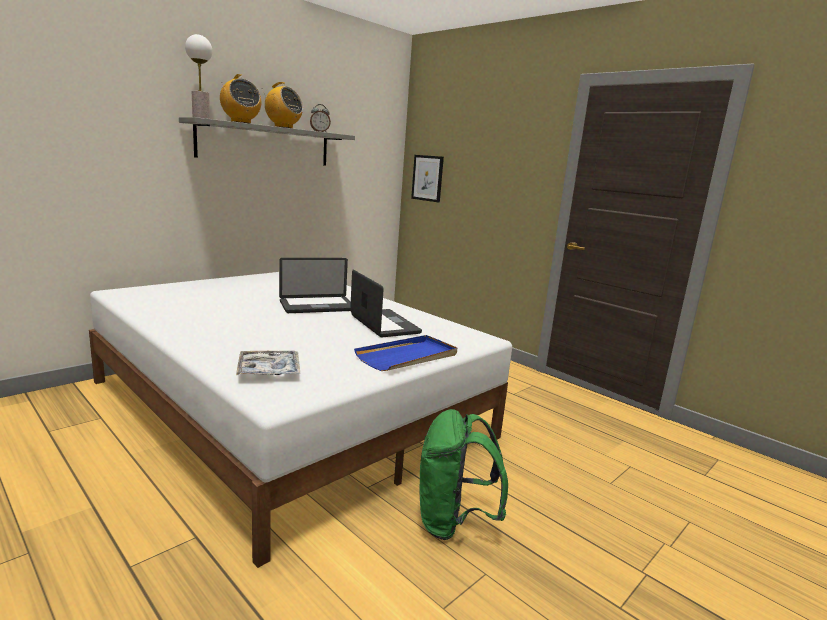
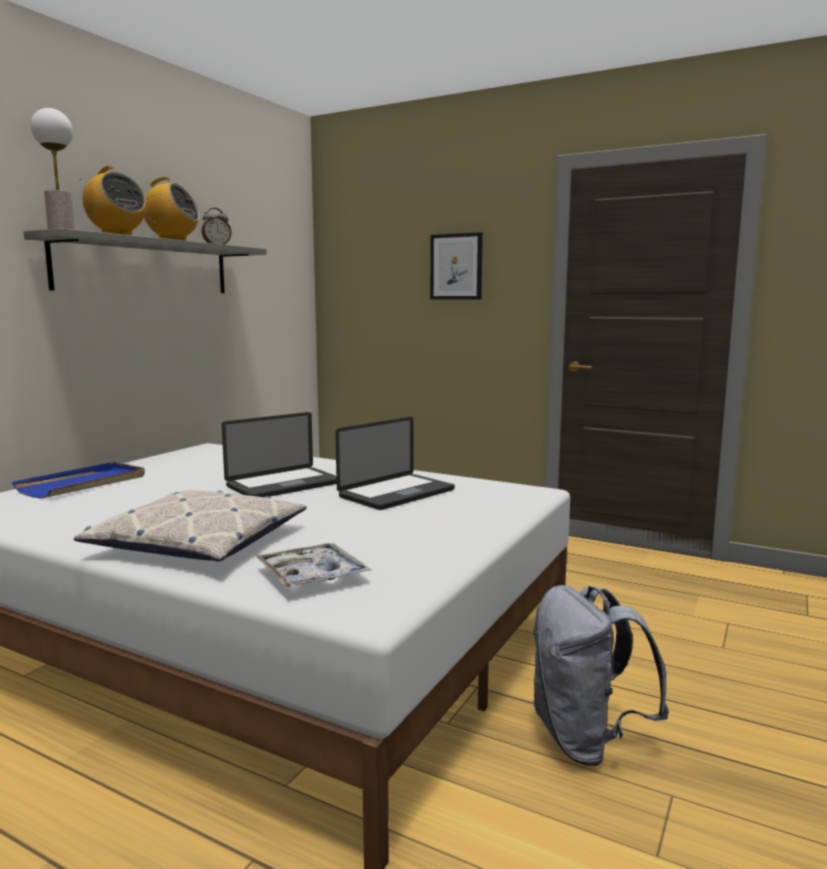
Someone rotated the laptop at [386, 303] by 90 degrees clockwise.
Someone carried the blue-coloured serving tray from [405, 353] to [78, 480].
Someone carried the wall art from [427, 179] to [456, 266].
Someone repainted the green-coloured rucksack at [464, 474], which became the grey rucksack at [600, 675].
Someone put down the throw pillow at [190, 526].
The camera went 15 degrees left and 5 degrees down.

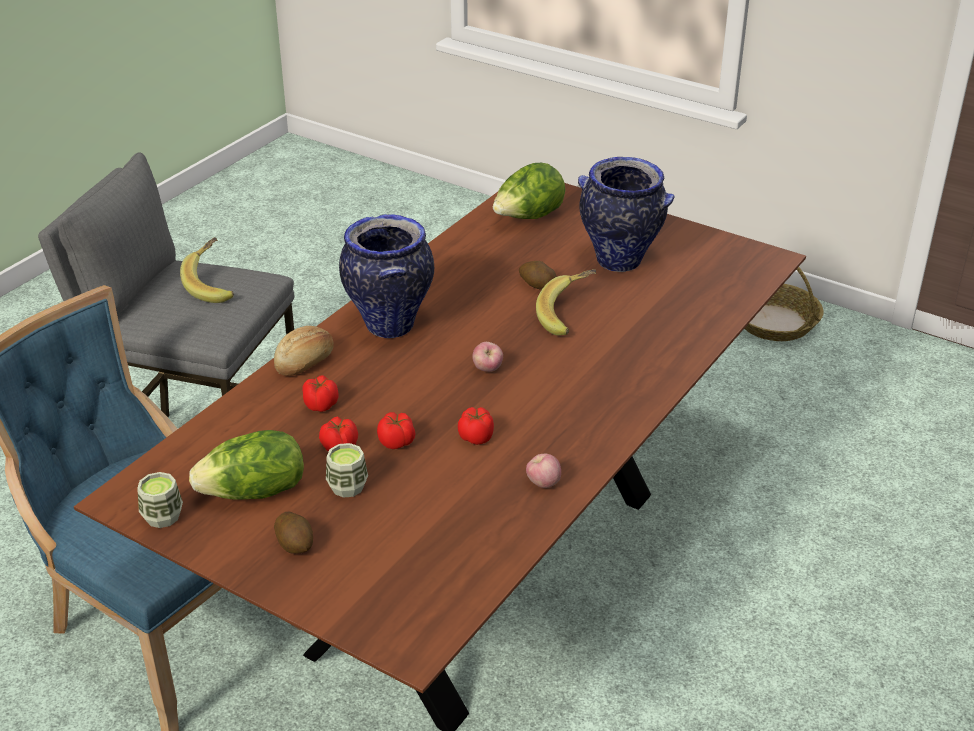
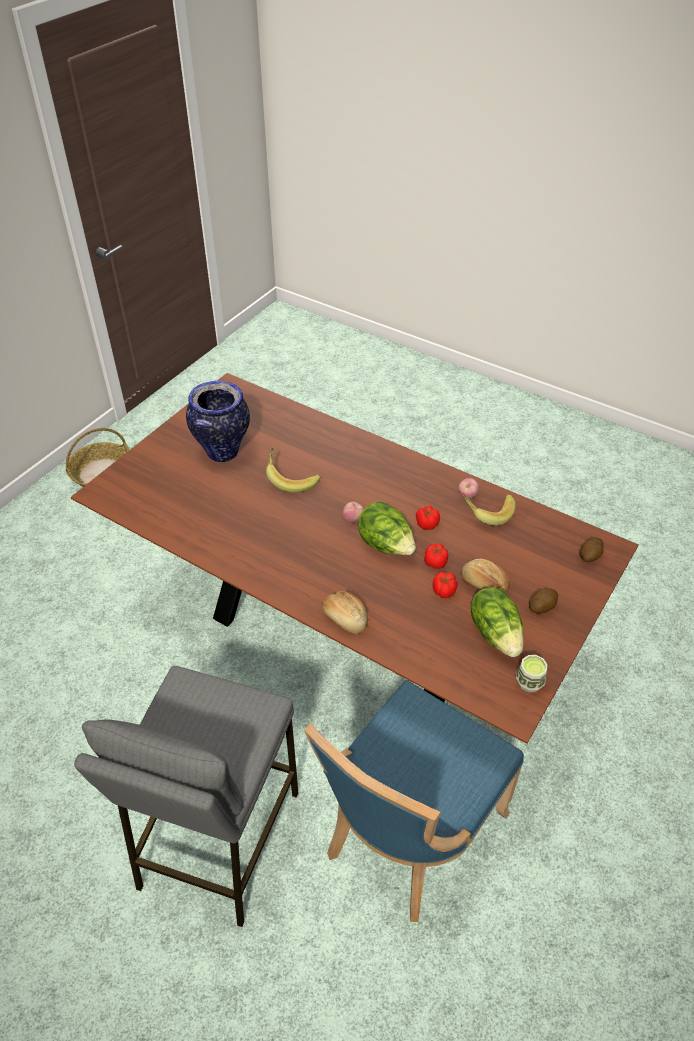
Someone carried the banana fruit from [207, 270] to [489, 510].
Someone took away the fresh tomato at [320, 393].
Someone swapped the cup at [347, 470] for the baked bread at [485, 576].
Someone took away the vase at [386, 276].
Someone carried the lettuce head from [529, 191] to [387, 528].
Someone carried the whole potato from [538, 275] to [591, 549].
The camera went 90 degrees left and 10 degrees up.

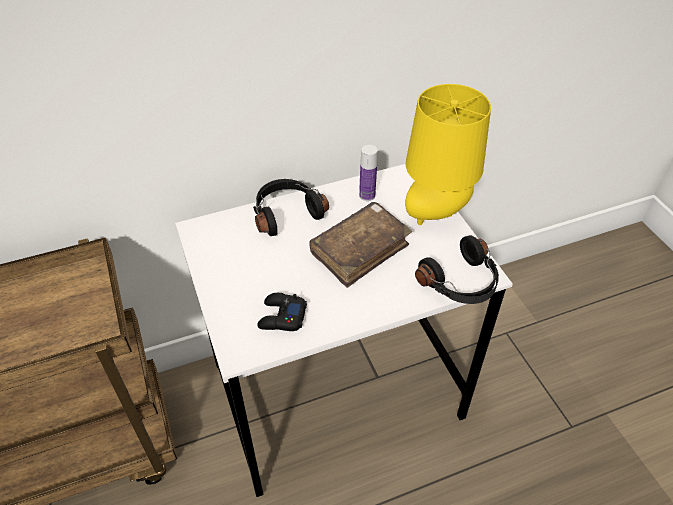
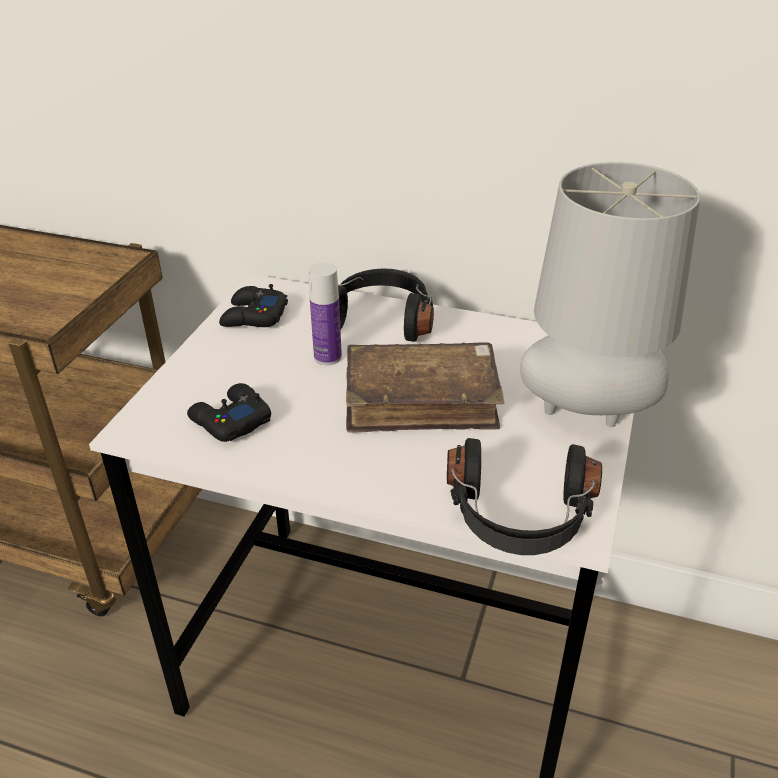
Someone carried the beverage bottle from [368, 173] to [325, 314].
Someone repainted the yellow-coloured table lamp at [448, 154], which became the grey table lamp at [610, 294].
Someone put down the blackish gamepad at [253, 305].
The camera went 40 degrees right and 10 degrees down.

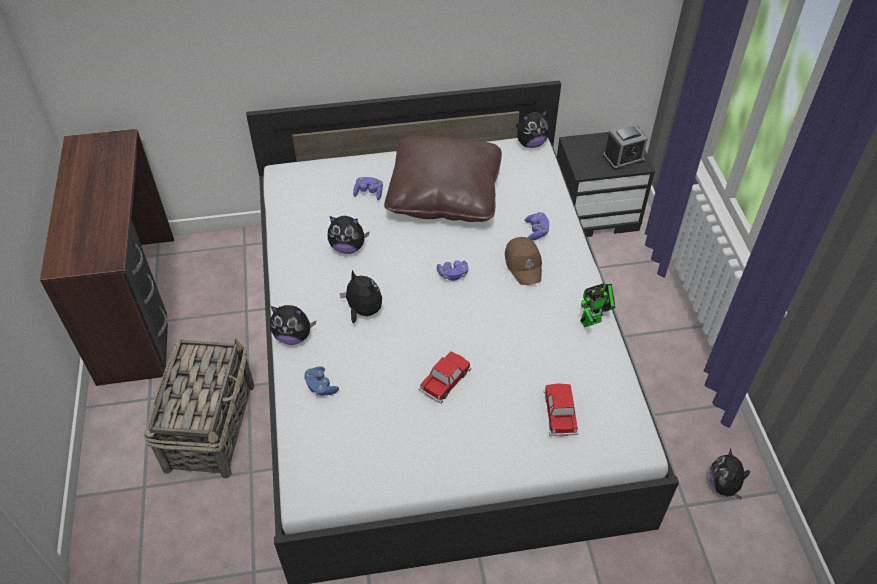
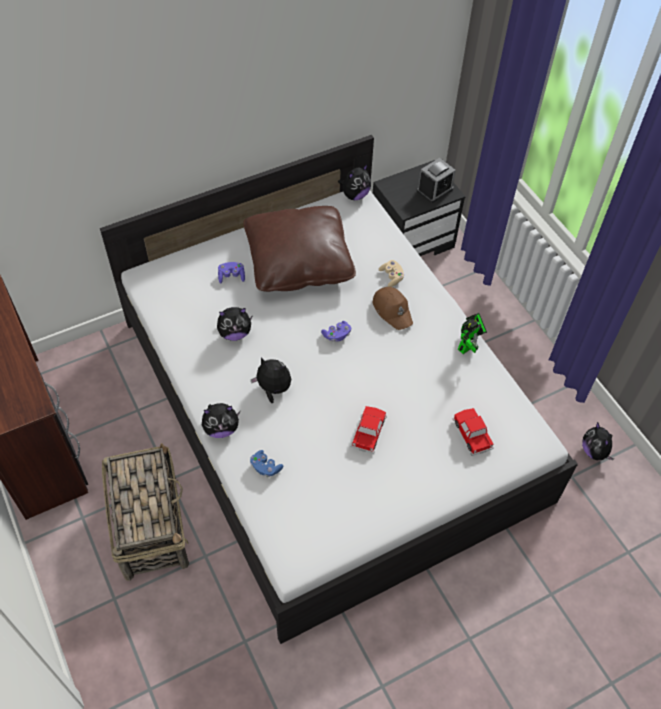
Someone repainted the purple-coloured gamepad at [537, 226], which became the sand-coloured gamepad at [391, 273].
The camera went 20 degrees left and 5 degrees up.

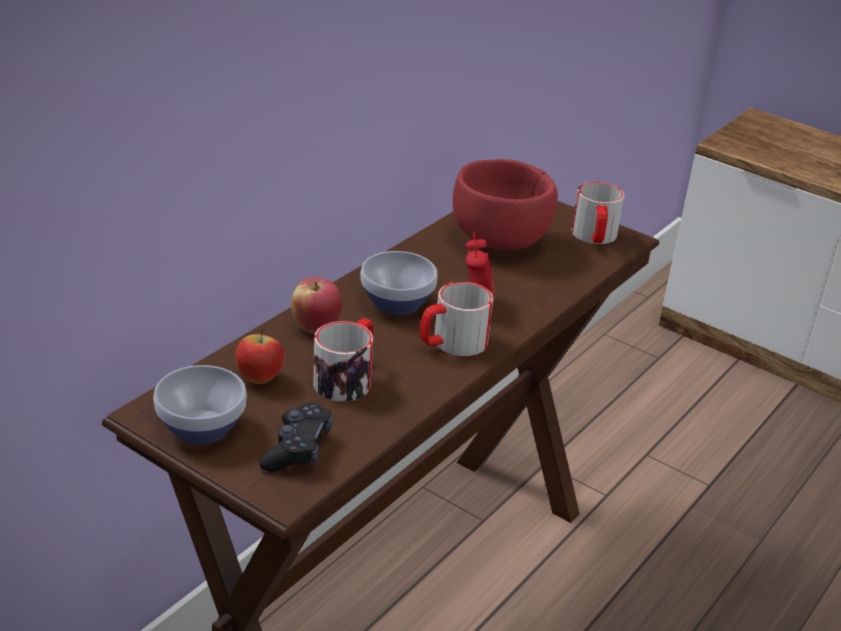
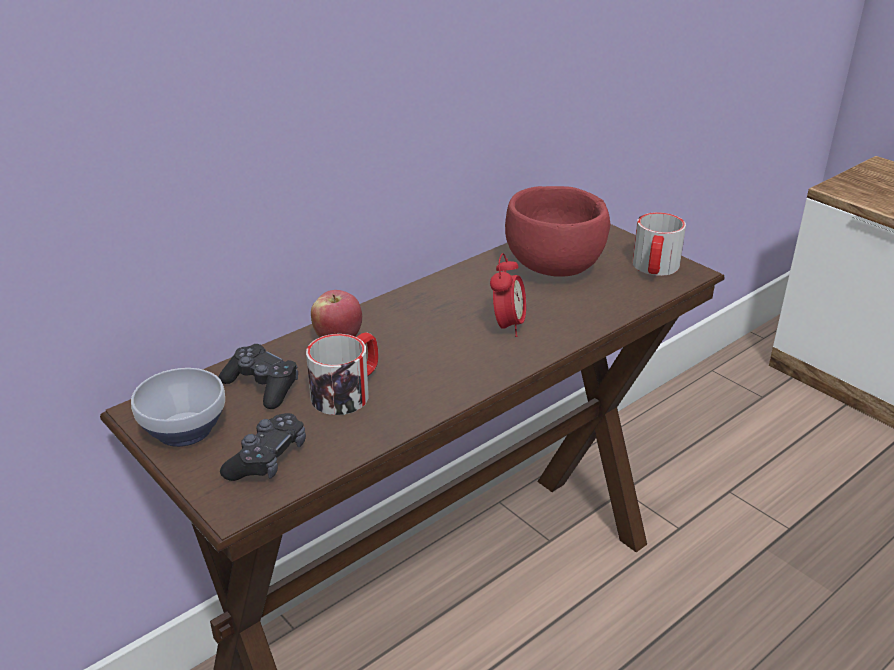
Someone swapped the apple fruit at [260, 356] for the blackish gamepad at [258, 376].
Someone took away the bowl at [398, 283].
Someone took away the coffee mug at [457, 319].
The camera went 15 degrees right and 0 degrees up.

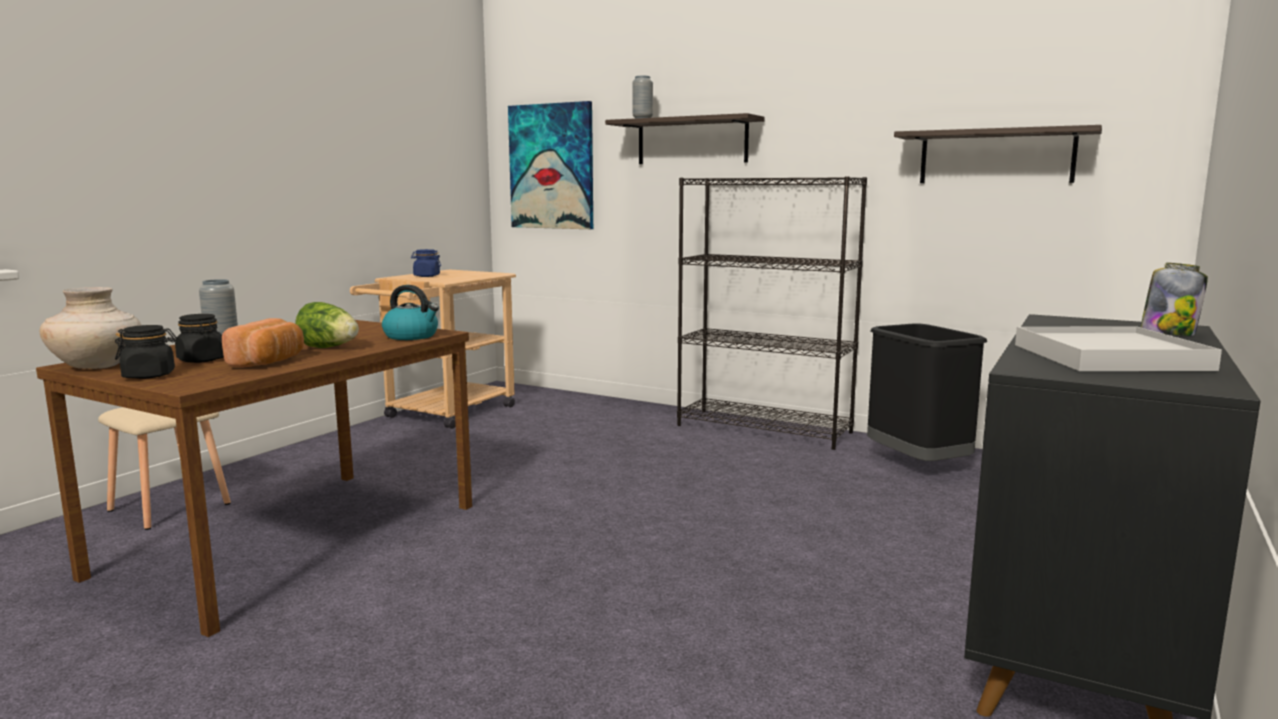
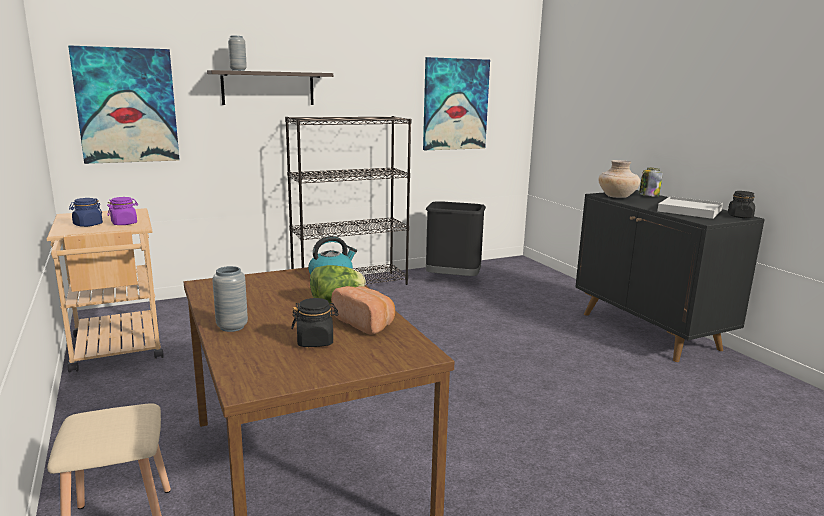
Someone carried the sand-coloured vase from [90, 328] to [619, 179].
Someone carried the blackish preserve jar from [146, 352] to [741, 204].
Someone swapped the bracket shelf at [998, 154] for the wall art at [456, 103].
Someone put down the purple-coloured preserve jar at [122, 211].
The camera went 55 degrees left and 5 degrees up.

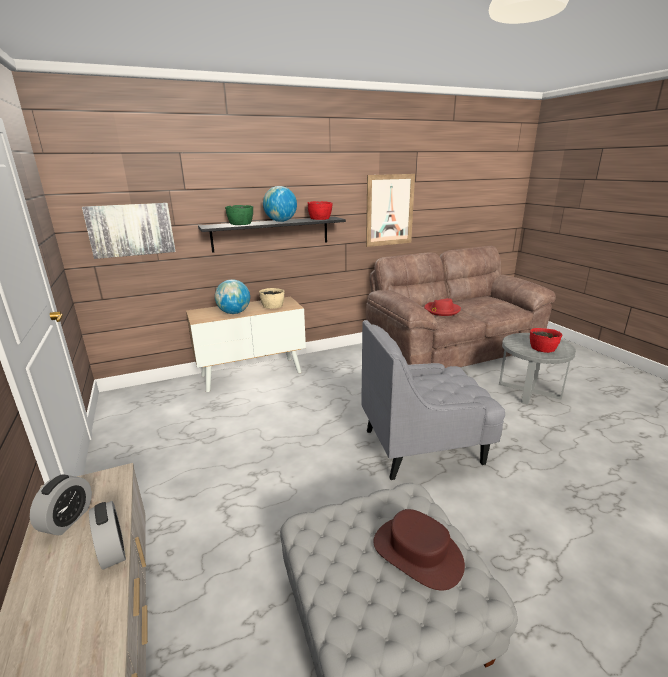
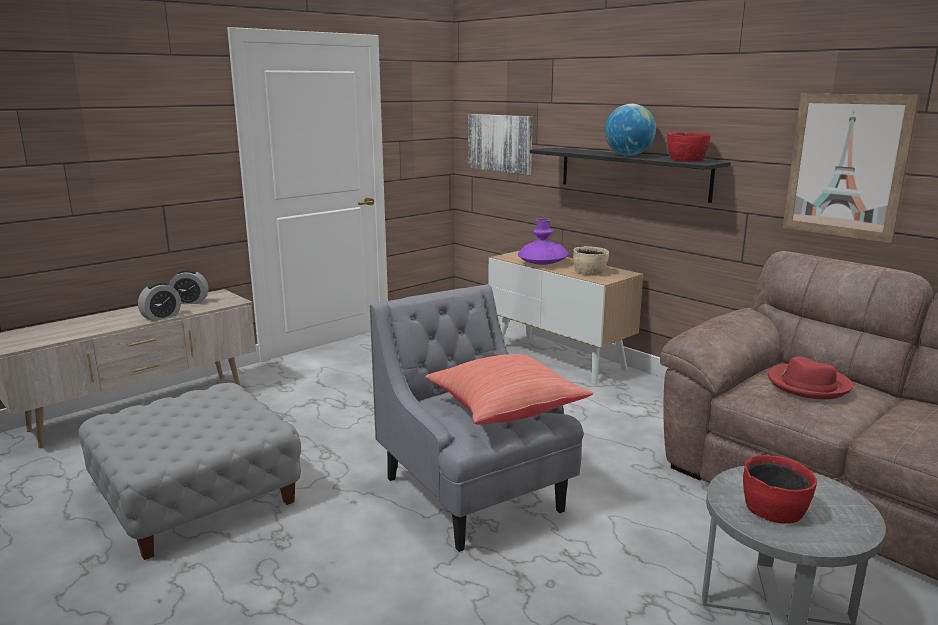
Someone swapped the world globe at [232, 296] for the purple-coloured vase at [543, 241].
Someone took away the green-coloured bowl at [239, 215].
Someone took away the brownish clothing hat at [419, 550].
Someone put down the red throw pillow at [509, 389].
The camera went 70 degrees right and 5 degrees down.

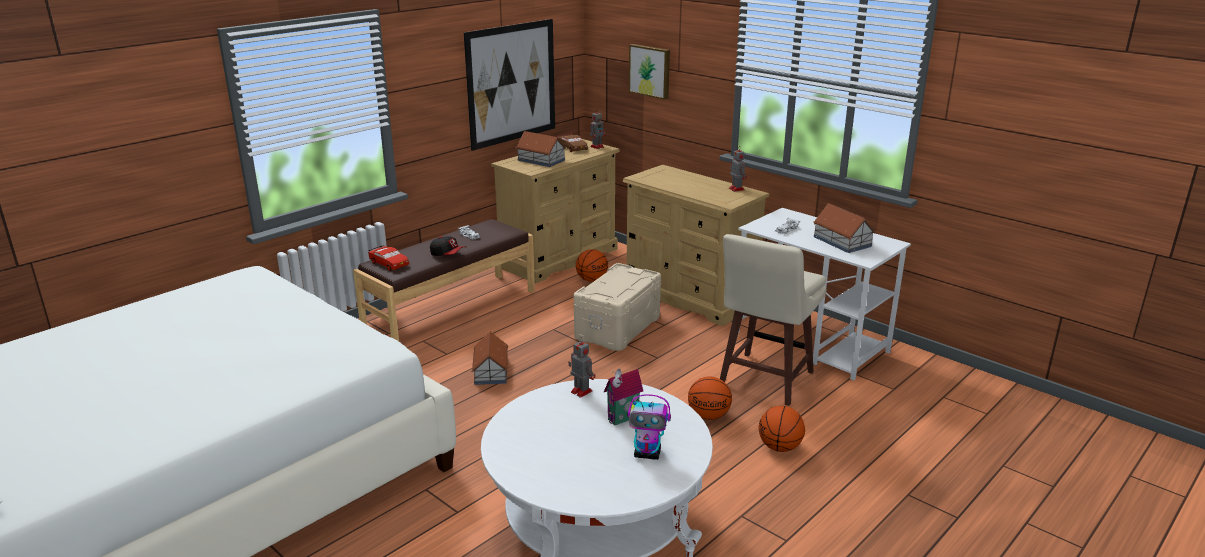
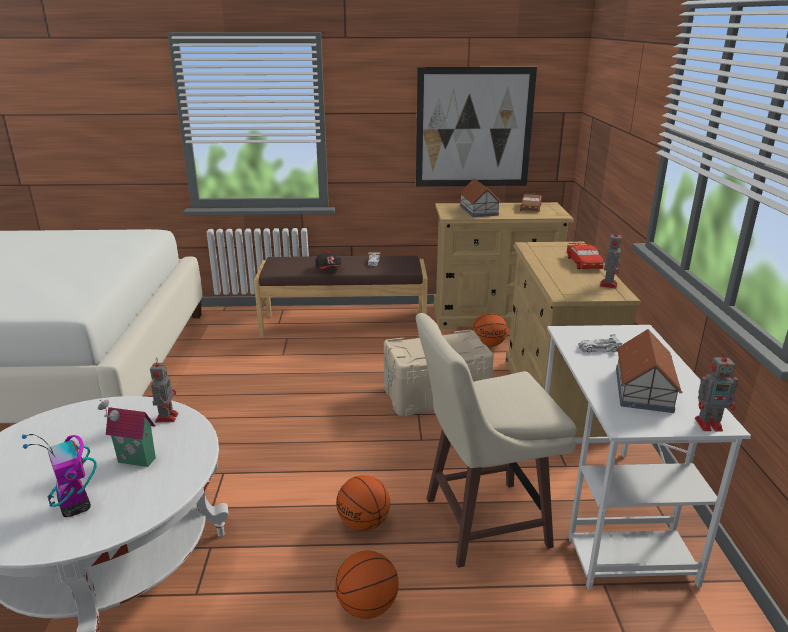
Someone carried the red miniature car from [388, 258] to [585, 256].
Someone took away the miniature house at [489, 358].
Someone carried the toy robot from [598, 129] to [716, 391].
Someone took away the wall art at [649, 72].
The camera went 45 degrees right and 0 degrees up.

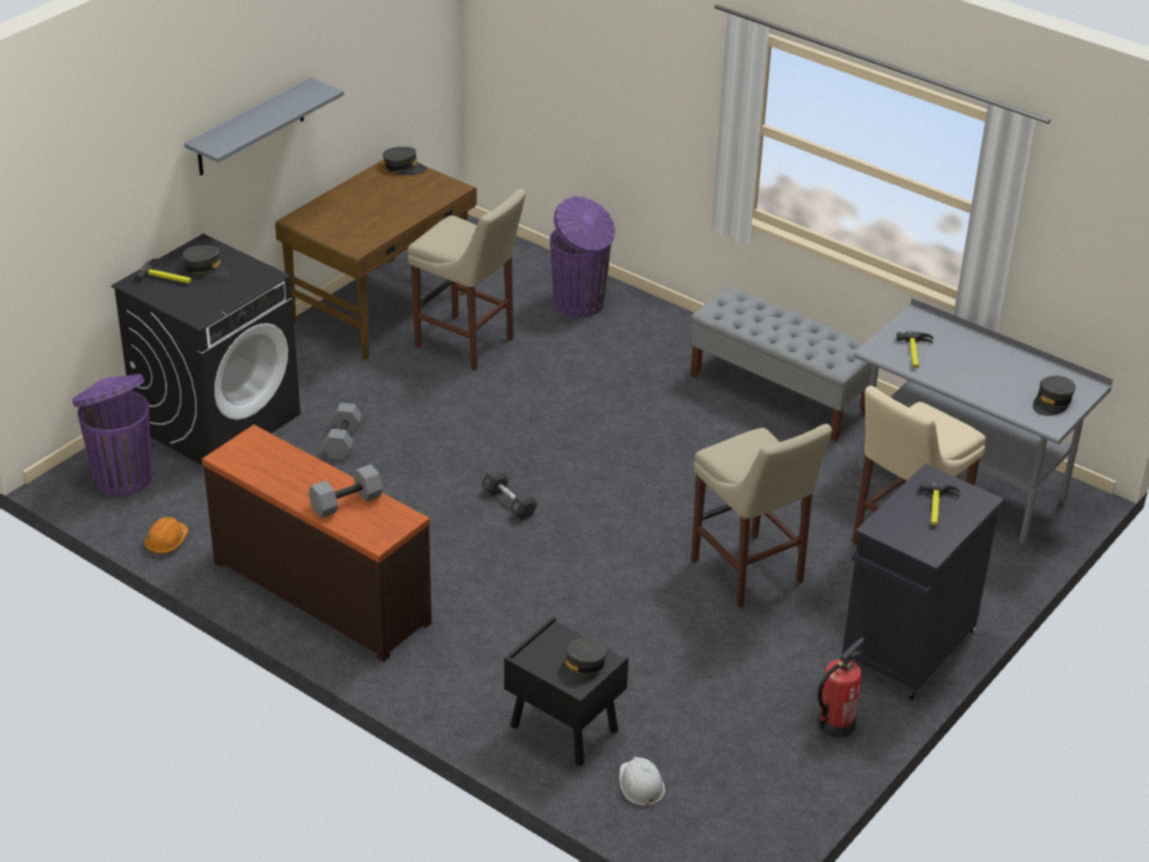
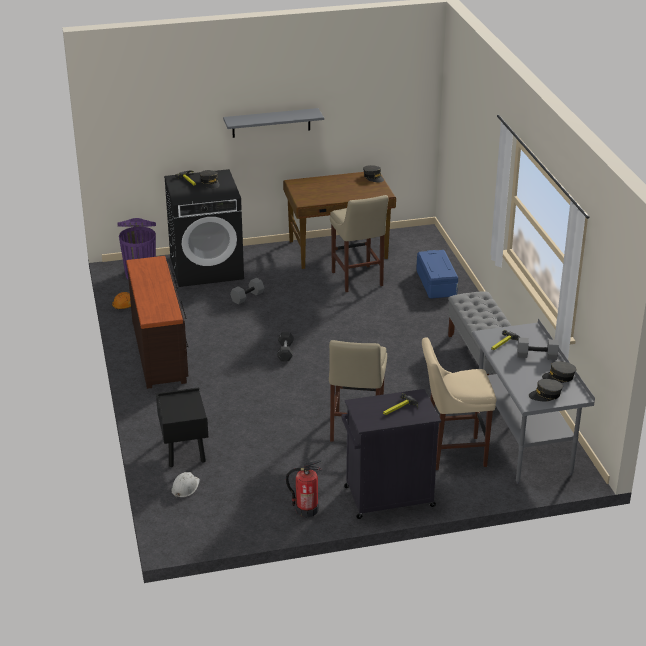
Someone carried the grey free weight from [346, 491] to [538, 348].
Someone swapped the purple-coloured waste bin at [582, 256] for the blue-coloured storage box at [437, 274].
Someone carried the grey peaked cap from [582, 660] to [559, 372].
The camera went 40 degrees right and 5 degrees down.

